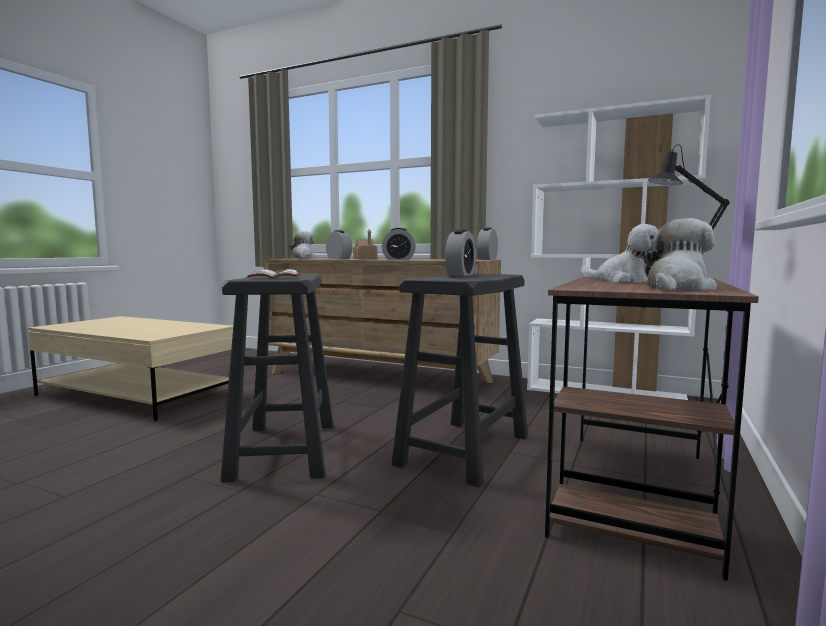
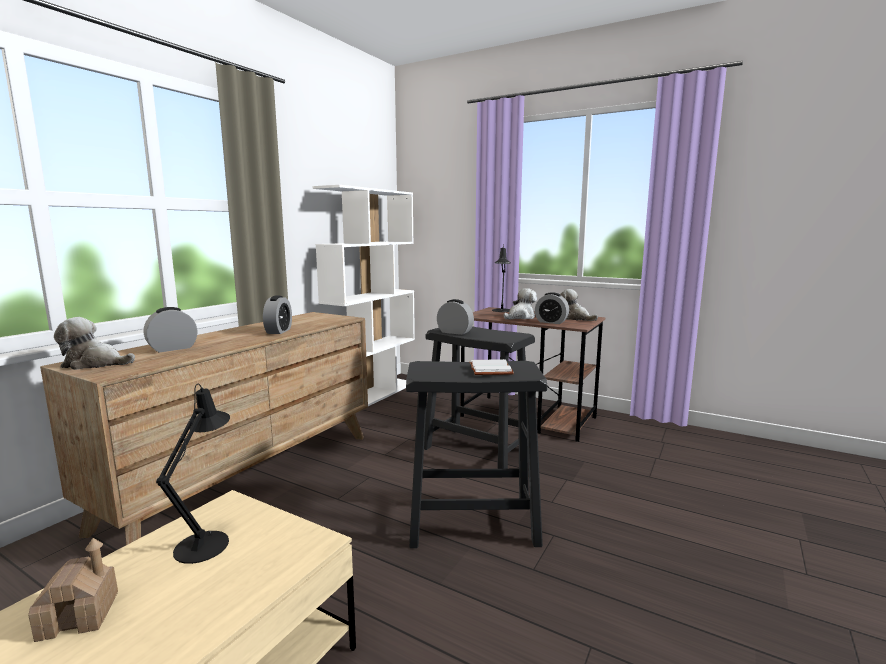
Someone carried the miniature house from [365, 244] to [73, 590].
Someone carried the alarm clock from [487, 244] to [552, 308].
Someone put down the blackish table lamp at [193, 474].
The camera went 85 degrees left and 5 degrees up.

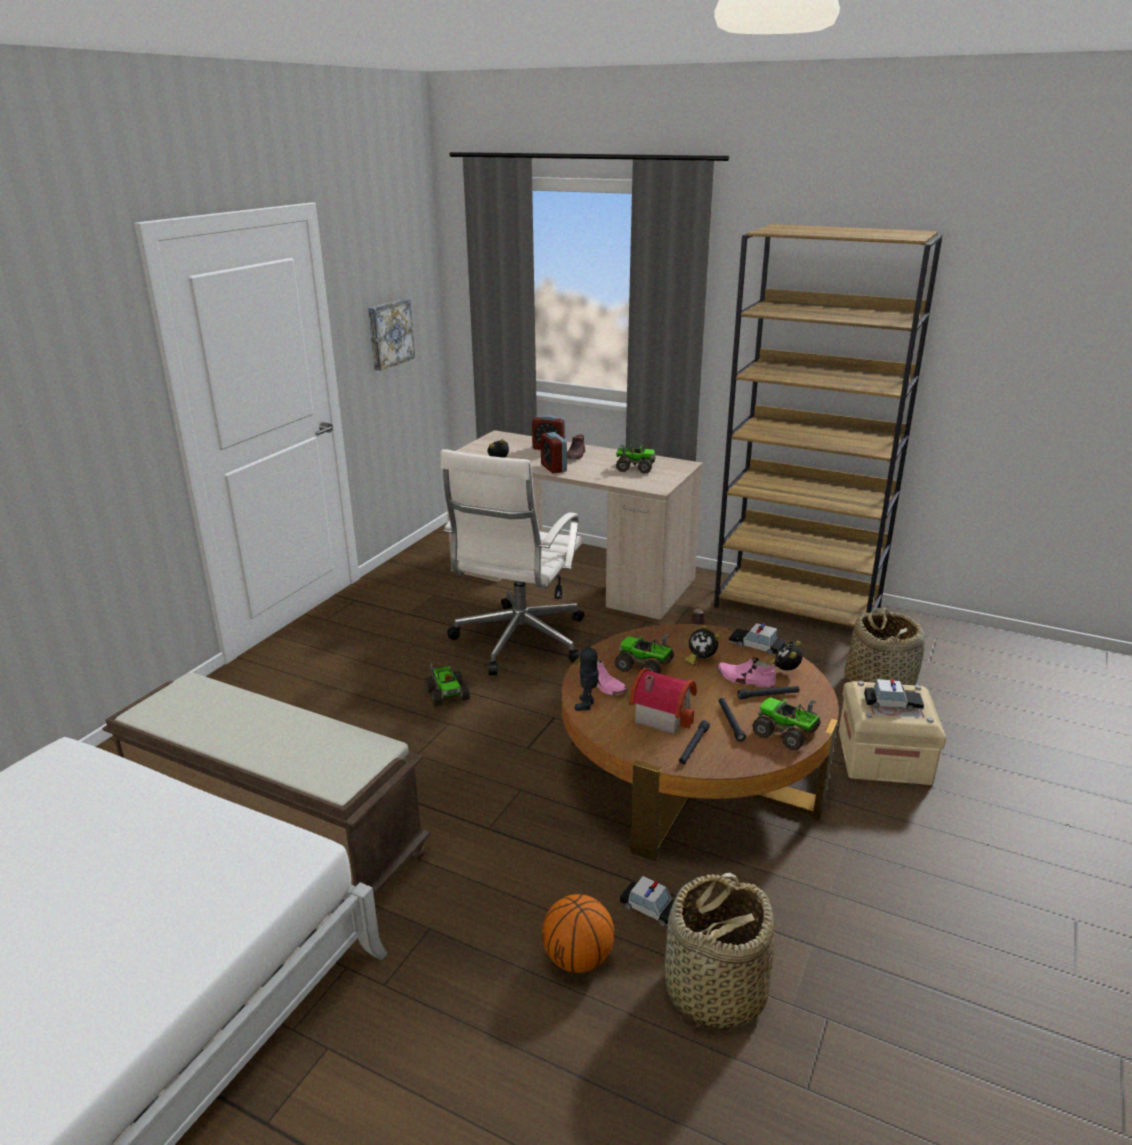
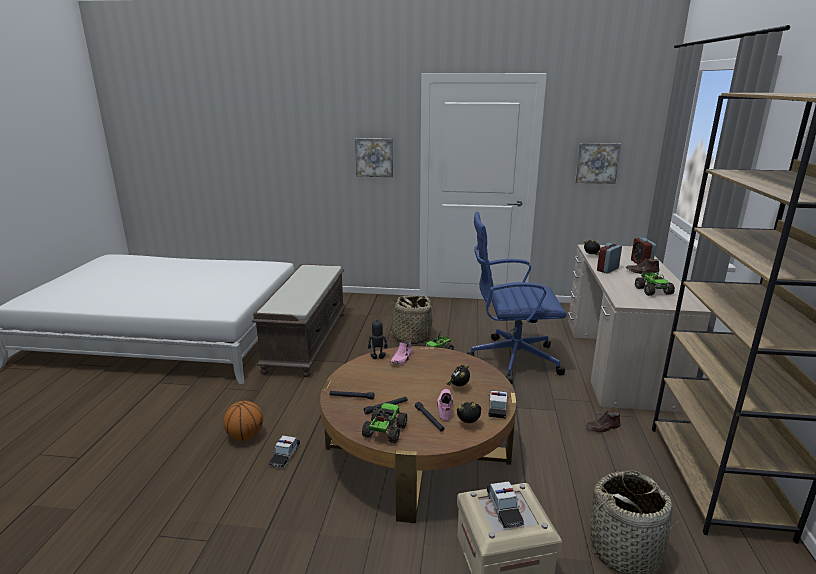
Someone repainted the whitish desk chair at [512, 562], which became the blue-coloured desk chair at [516, 298].
Someone took away the toy truck at [644, 654].
Someone took away the miniature house at [663, 701].
Someone carried the household basket from [720, 951] to [409, 320].
Someone put up the wall art at [374, 157].
The camera went 70 degrees right and 5 degrees down.

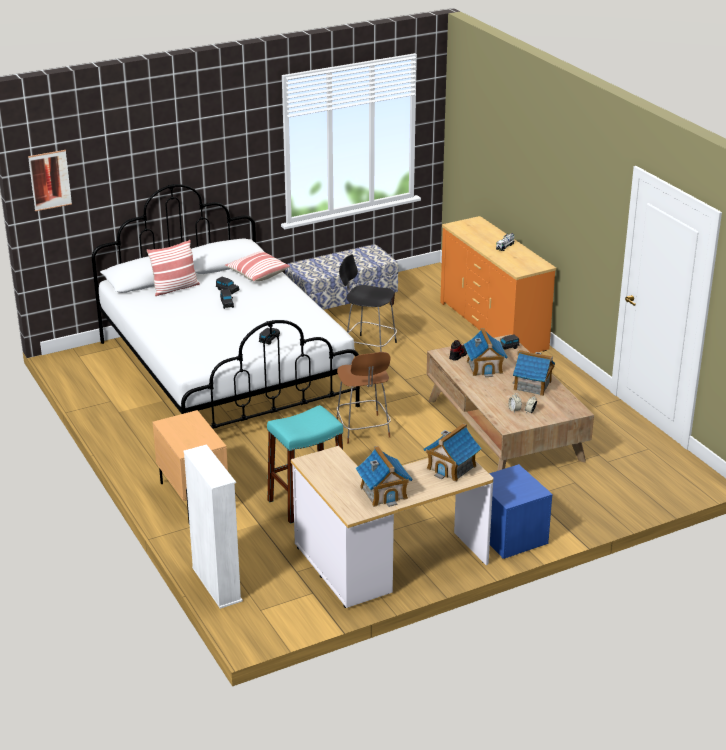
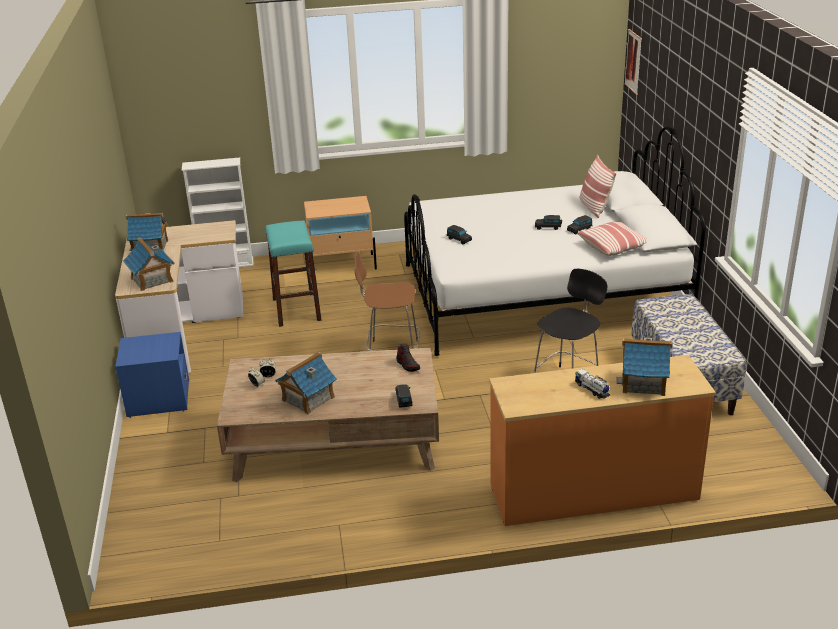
Someone carried the miniature house from [486, 352] to [644, 367].
The camera went 110 degrees right and 0 degrees up.

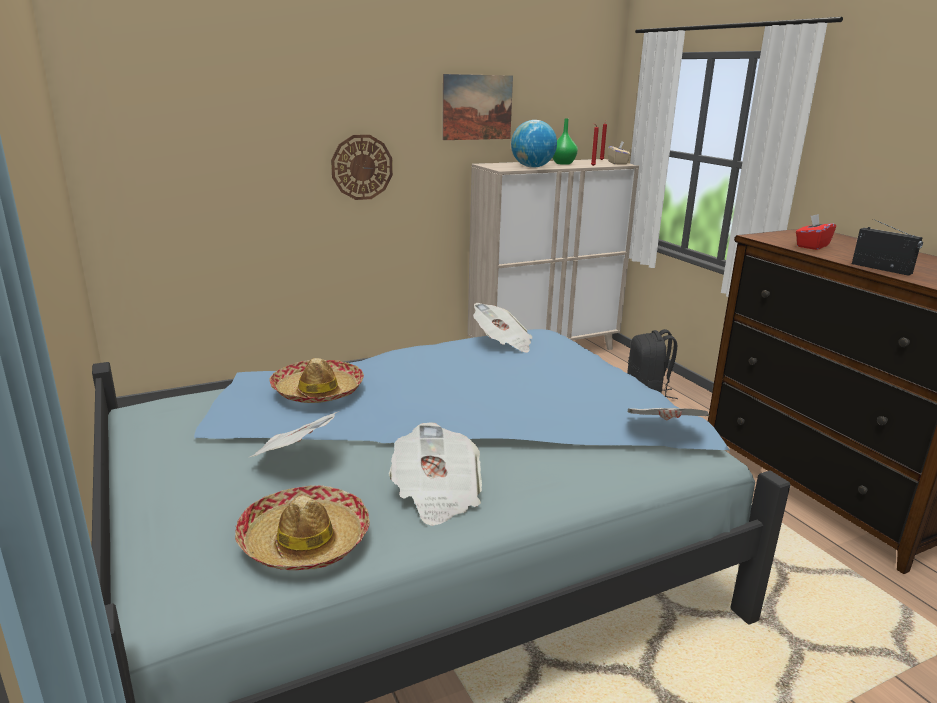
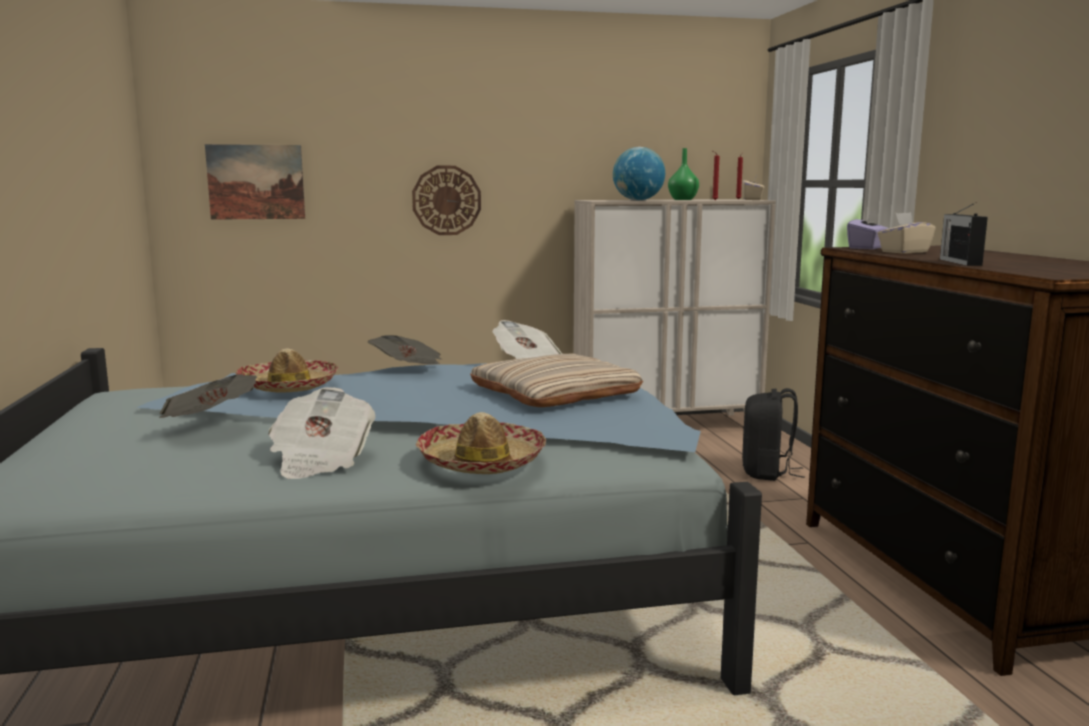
Someone carried the clothing hat from [302, 527] to [481, 443].
Someone carried the wall art from [477, 107] to [255, 182].
Someone carried the newspaper from [668, 414] to [405, 350].
Someone repainted the red tissue holder at [816, 232], which became the sand-coloured tissue holder at [906, 233].
Someone rotated the radio set at [887, 247] by 150 degrees counterclockwise.
Someone put down the sand-coloured throw pillow at [556, 380].
Someone put down the purple-coloured tissue holder at [868, 230].
The camera went 15 degrees right and 10 degrees down.

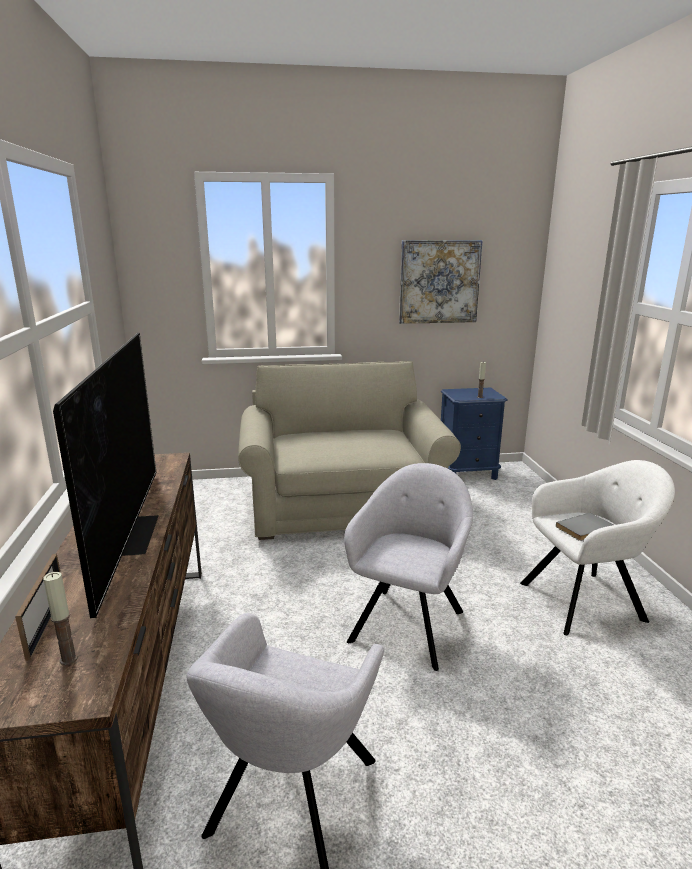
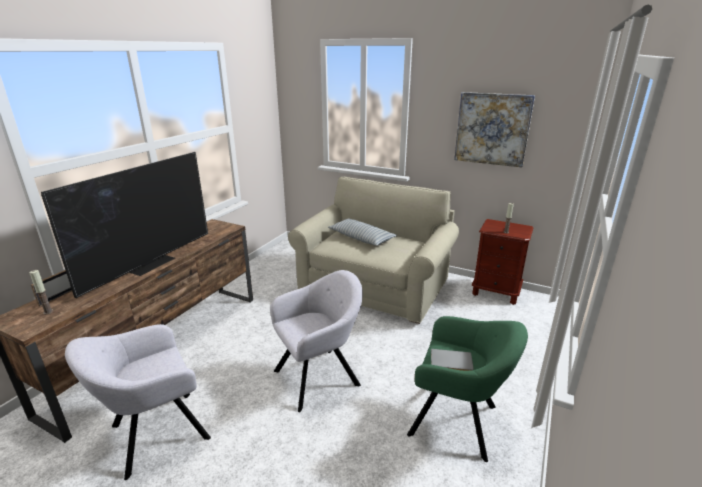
Someone repainted the blue-coloured bedside table at [474, 434], which became the brownish bedside table at [502, 262].
Someone repainted the whitish armchair at [597, 547], which became the green-coloured armchair at [467, 389].
Someone put down the throw pillow at [363, 232].
The camera went 35 degrees right and 5 degrees up.

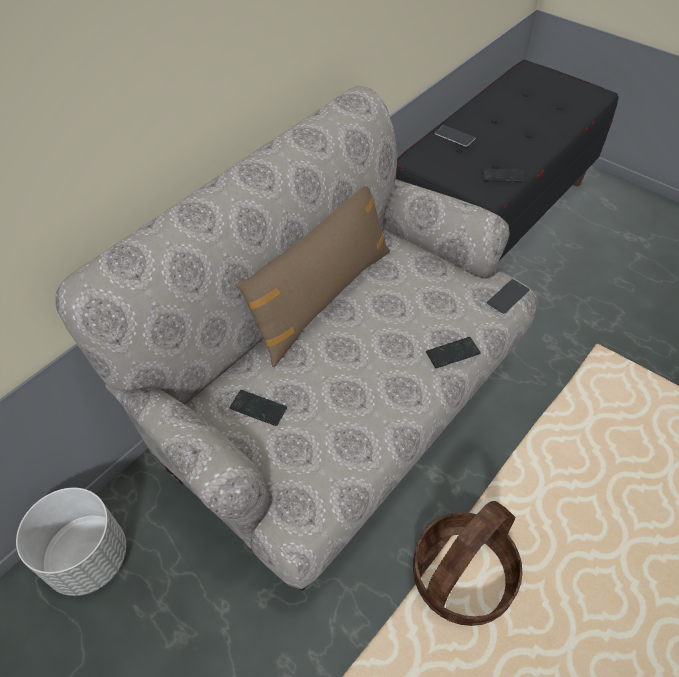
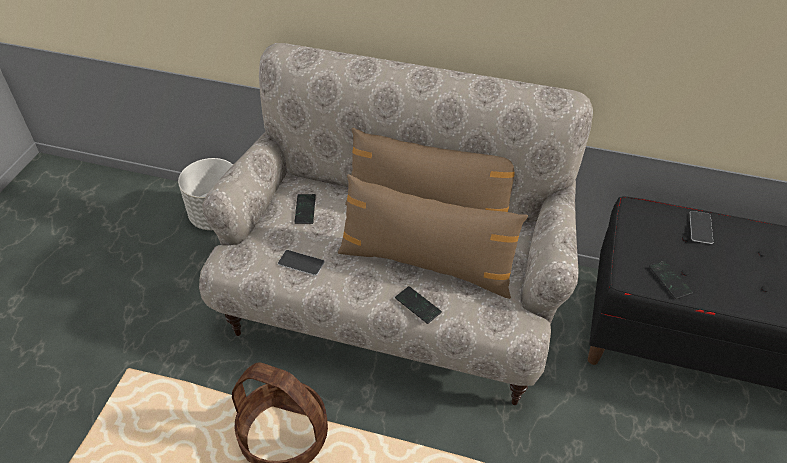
Someone carried the telephone from [508, 297] to [301, 263].
Someone put down the brownish throw pillow at [433, 236].
The camera went 65 degrees right and 5 degrees down.

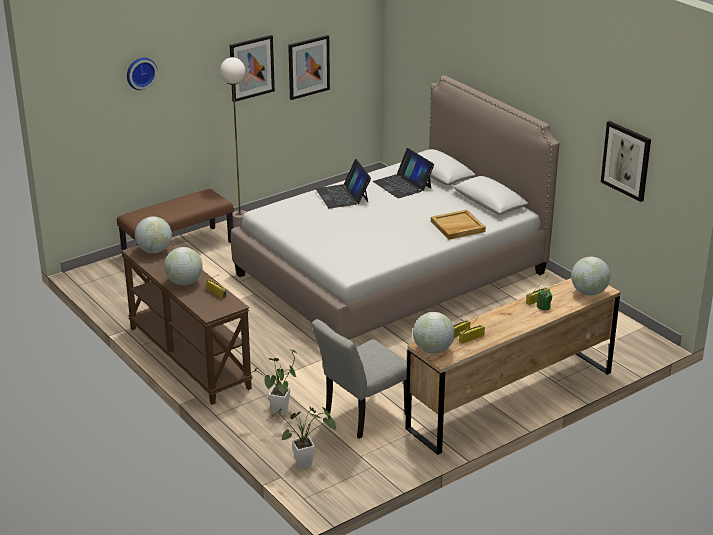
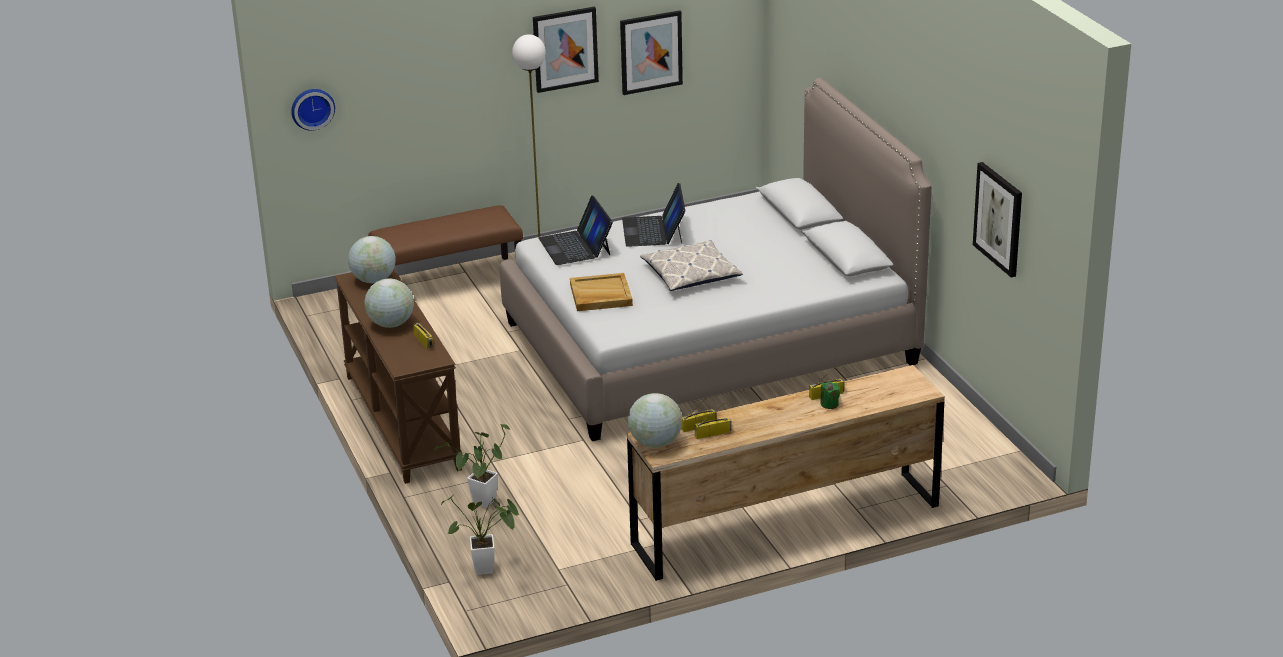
Someone carried the wall clock from [142, 74] to [313, 110].
Someone took away the grey upright chair at [359, 379].
Someone carried the laptop from [403, 173] to [575, 230].
Someone carried the sand-coloured serving tray from [458, 225] to [601, 292].
Someone took away the world globe at [591, 276].
Someone put down the throw pillow at [691, 265].
The camera went 15 degrees right and 0 degrees up.

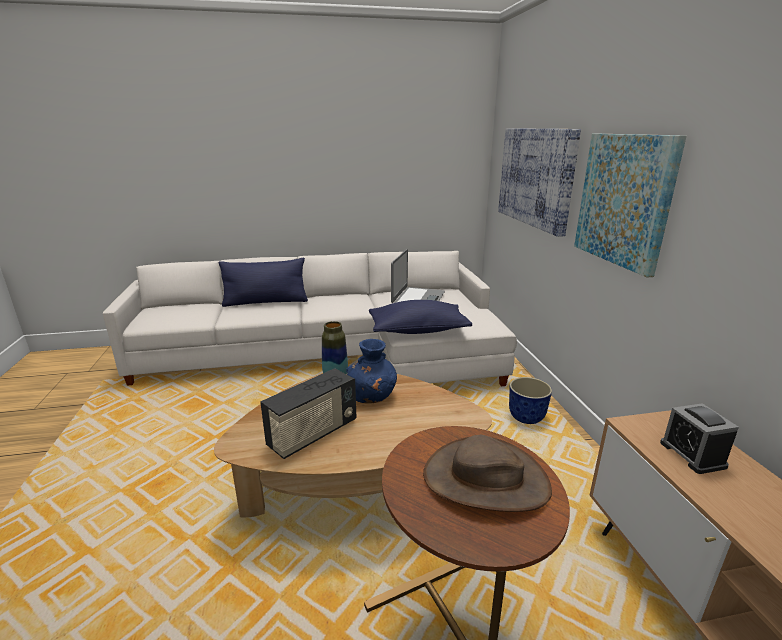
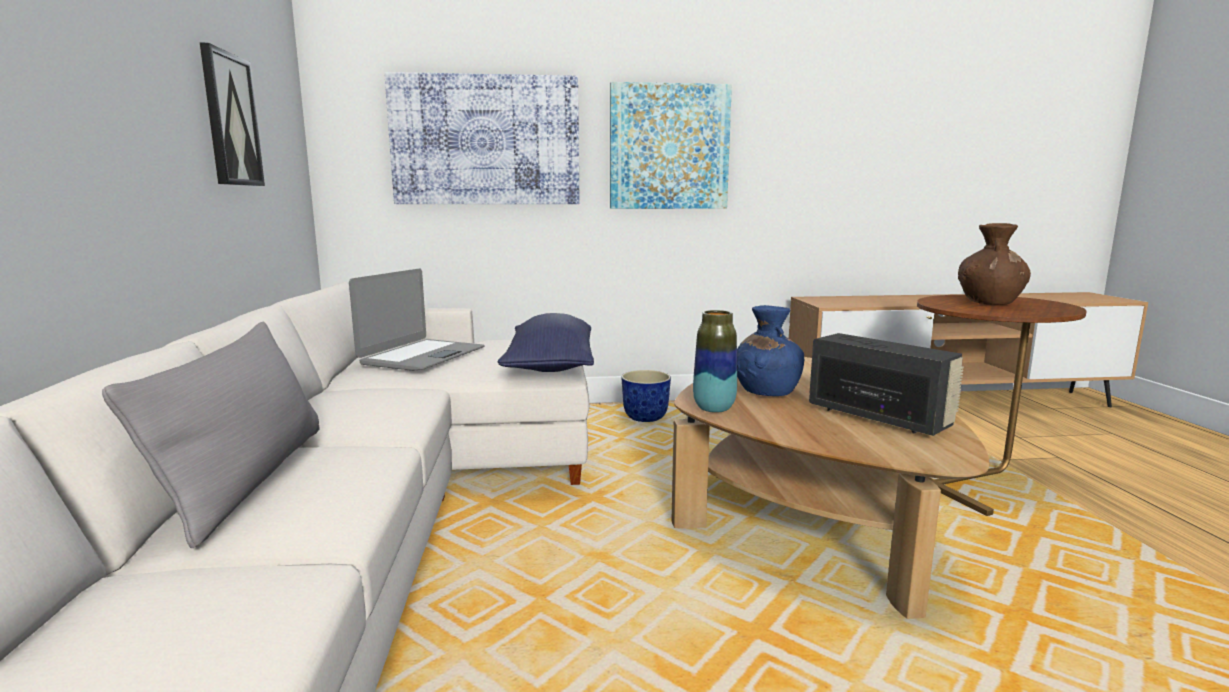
Someone repainted the blue-coloured throw pillow at [263, 282], which became the grey throw pillow at [210, 435].
Someone rotated the laptop at [418, 276] by 90 degrees clockwise.
Someone swapped the brownish clothing hat at [487, 473] for the brownish vase at [994, 264].
Someone took away the alarm clock at [699, 438].
Someone put up the wall art at [232, 114].
The camera went 85 degrees left and 10 degrees down.

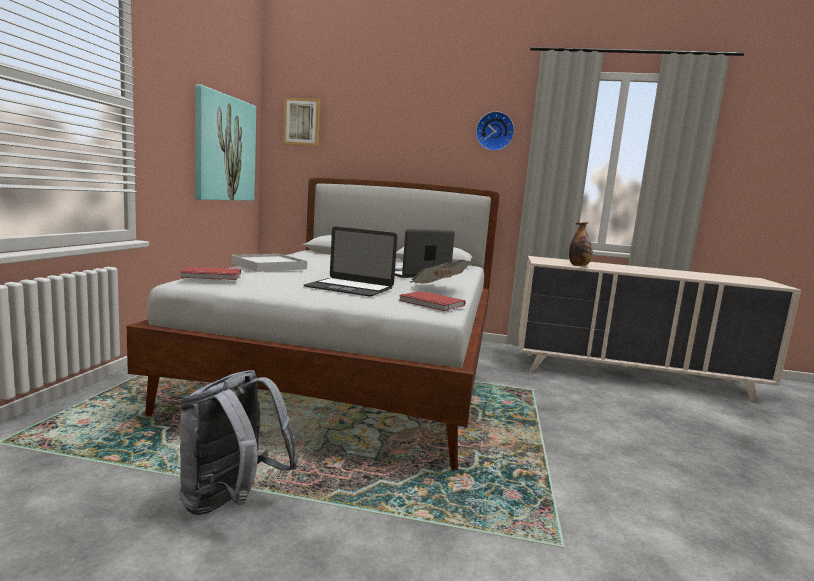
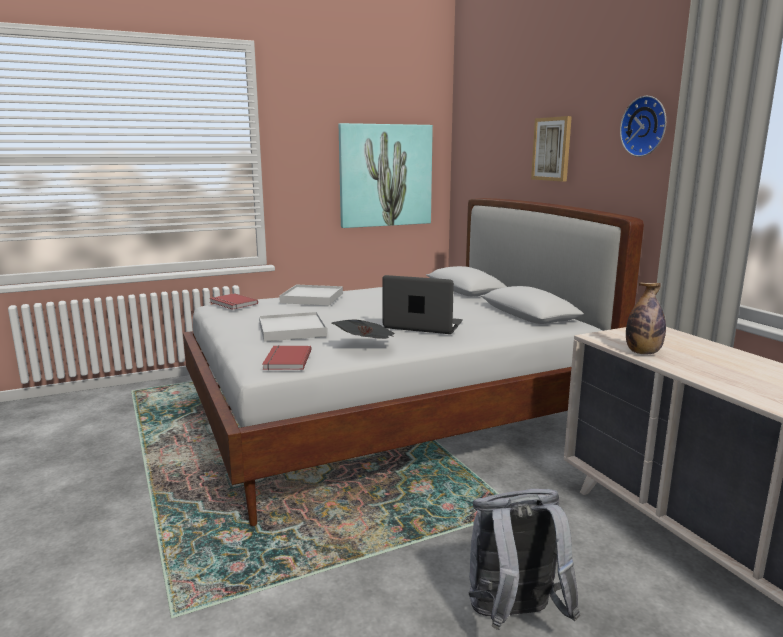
Someone carried the grey rucksack from [239, 442] to [524, 559].
Someone carried the wall art from [301, 121] to [551, 149].
Someone swapped the laptop at [350, 262] for the whitish serving tray at [293, 327].
The camera went 55 degrees right and 5 degrees up.

